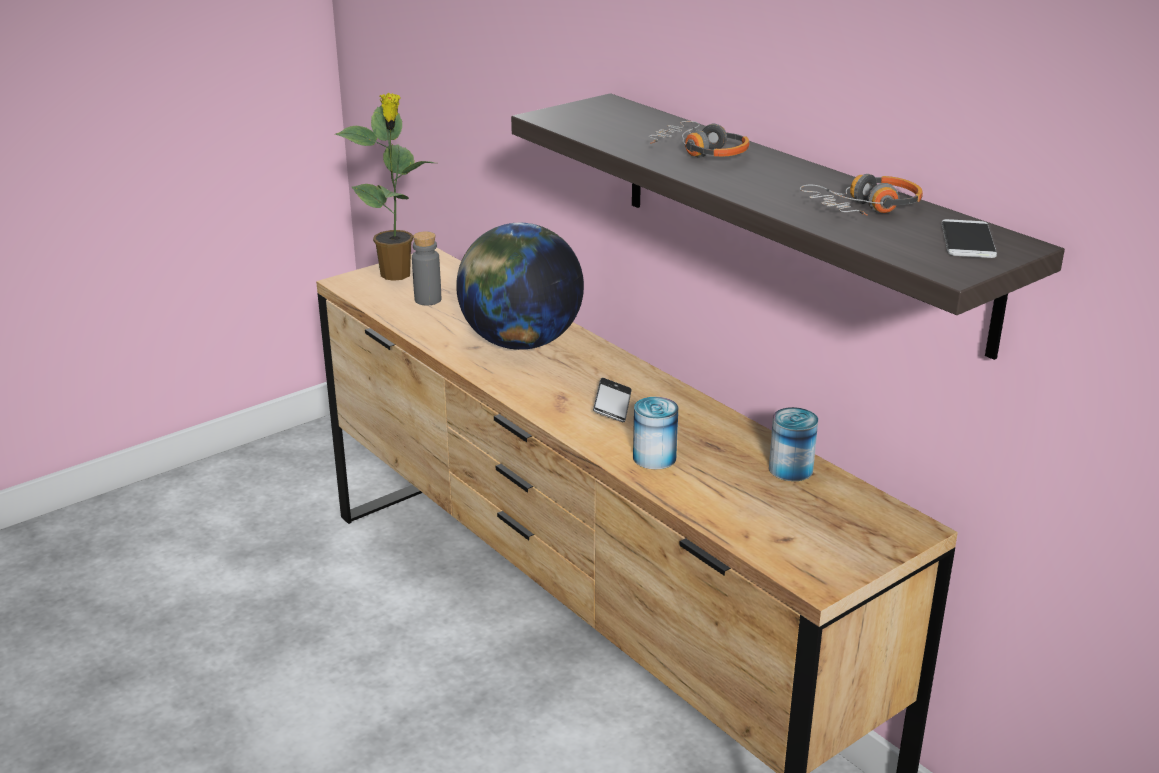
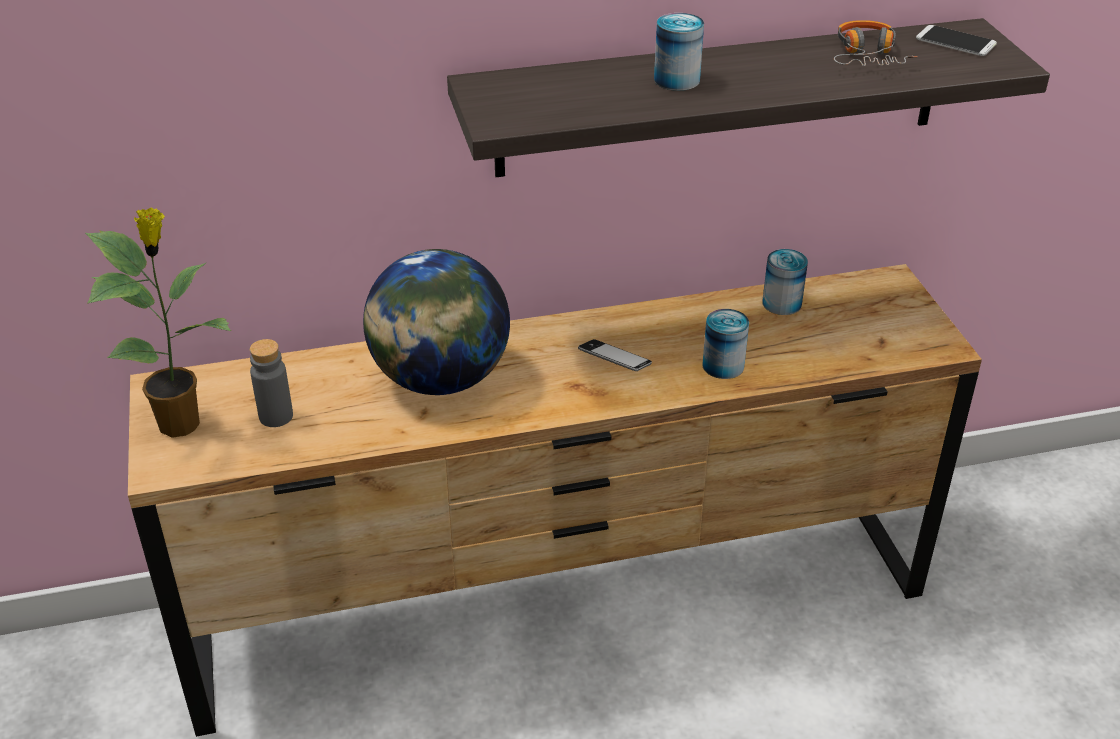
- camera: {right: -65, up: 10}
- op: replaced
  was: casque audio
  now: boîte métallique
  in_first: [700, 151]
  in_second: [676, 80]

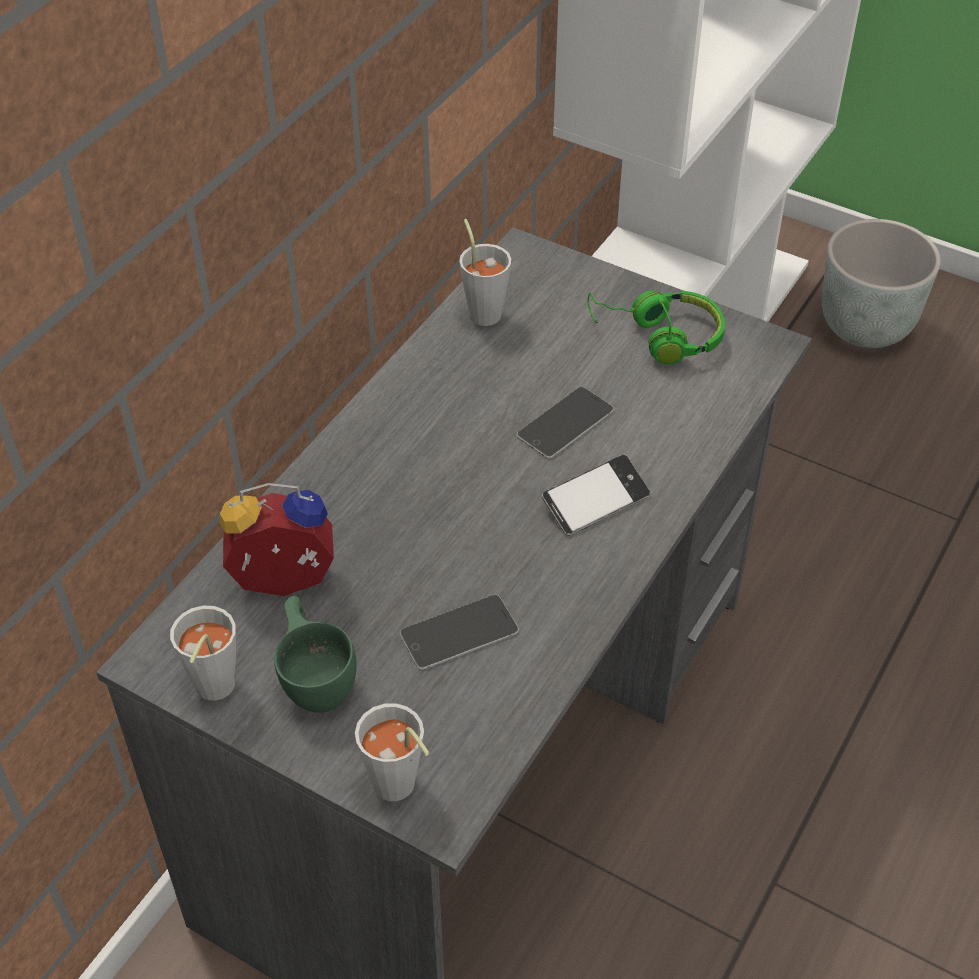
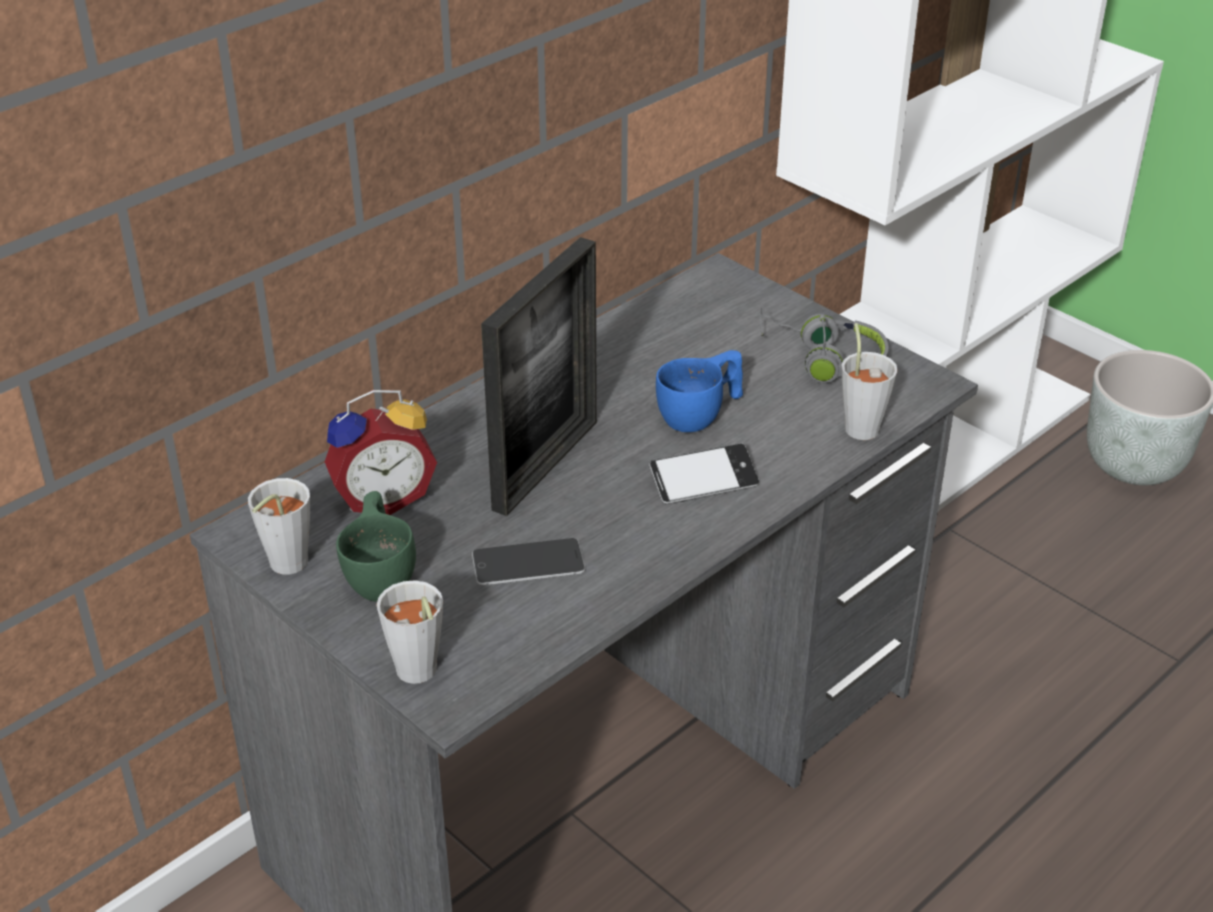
- camera: {right: 15, up: -10}
- op: turned
  was: réveil
  in_first: [283, 586]
  in_second: [383, 498]
  clockwise: 150
- op: added
  now: cadre photo
  in_second: [545, 465]
- op: replaced
  was: téléphone
  now: tasse/bleu
  in_first: [565, 423]
  in_second: [701, 414]
- op: recoloured
  was: casque audio/vert
  now: casque audio/gris
  in_first: [658, 336]
  in_second: [822, 359]
- op: moved
  was: tasse/gris
  in_first: [483, 310]
  in_second: [861, 424]

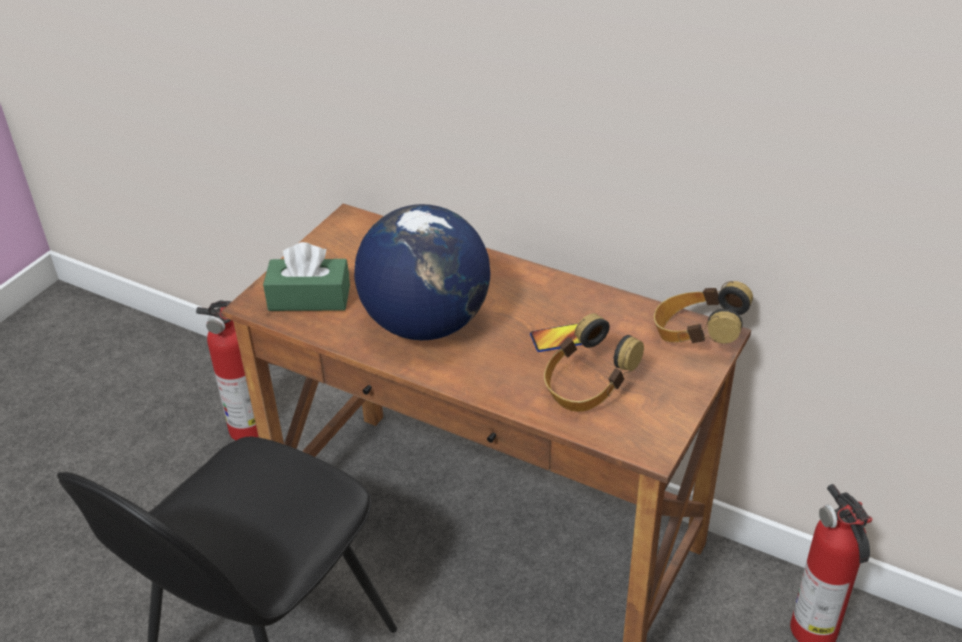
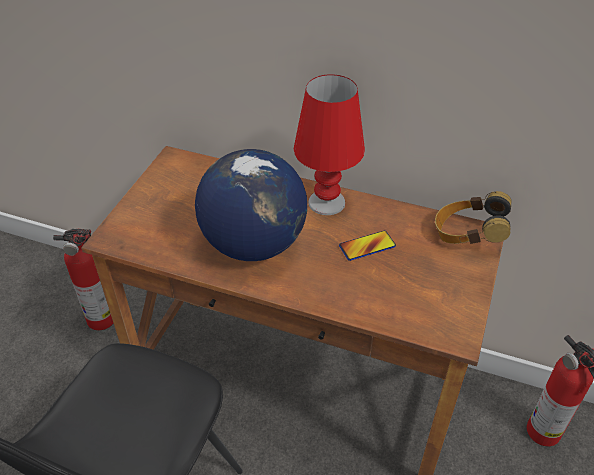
- camera: {right: -10, up: 5}
- op: added
  now: lampe de table/rouge
  in_second: [326, 202]
- op: removed
  was: boîte à mouchoirs/vert
  in_first: [309, 298]
- op: removed
  was: casque audio
  in_first: [587, 388]

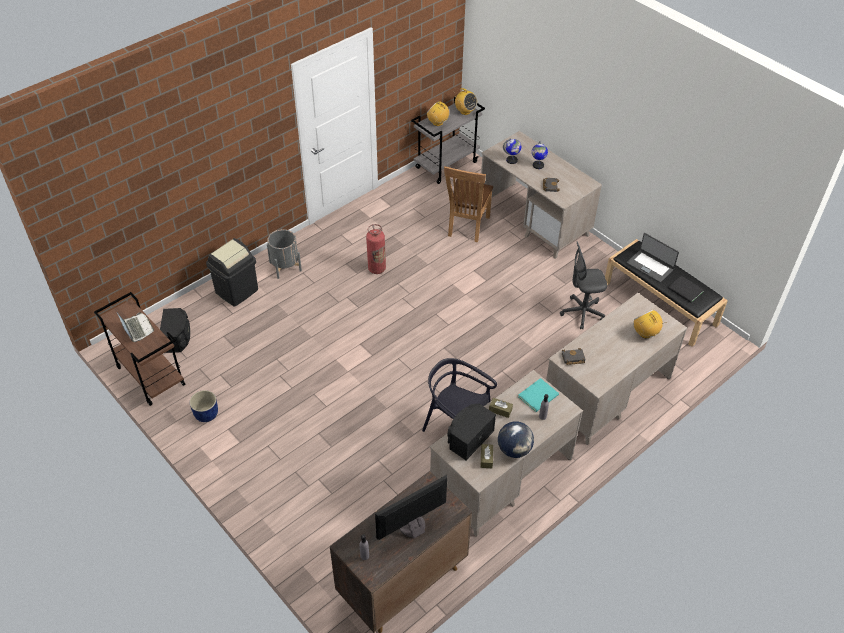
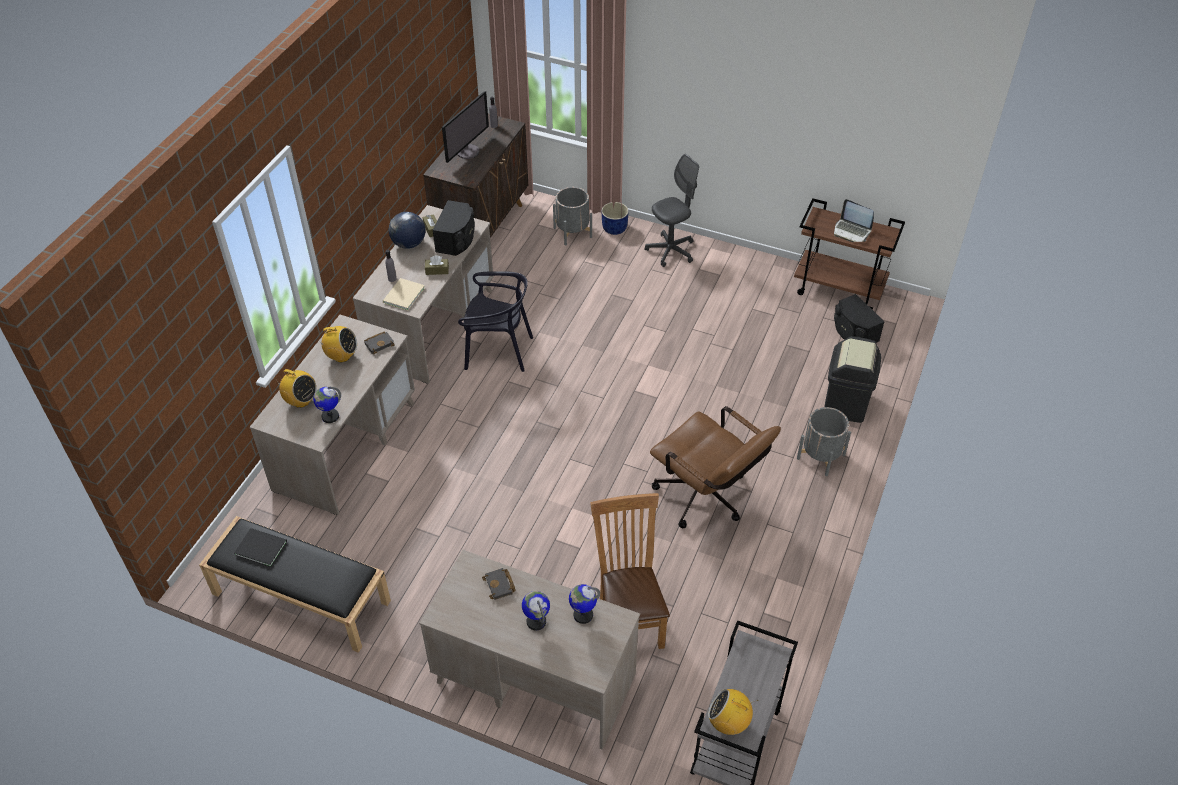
- camera: {right: 155, up: 0}
- op: added
  now: globe
  in_second: [330, 416]
- op: moved
  was: radio
  in_first: [438, 123]
  in_second: [341, 356]
- op: recoloured
  was: livre/turquoise
  now: livre/beige
  in_first: [539, 396]
  in_second: [402, 295]
- op: added
  now: cache-pot/gris
  in_second: [572, 232]
- op: moved
  was: cache-pot/bleu
  in_first: [206, 414]
  in_second: [615, 228]
- op: moved
  was: chaise de bureau/gris
  in_first: [582, 313]
  in_second: [670, 251]
- op: replaced
  was: extincteur
  now: chaise de bureau/marron
  in_first: [377, 269]
  in_second: [707, 499]
- op: removed
  was: ordinateur portable
  in_first: [650, 266]

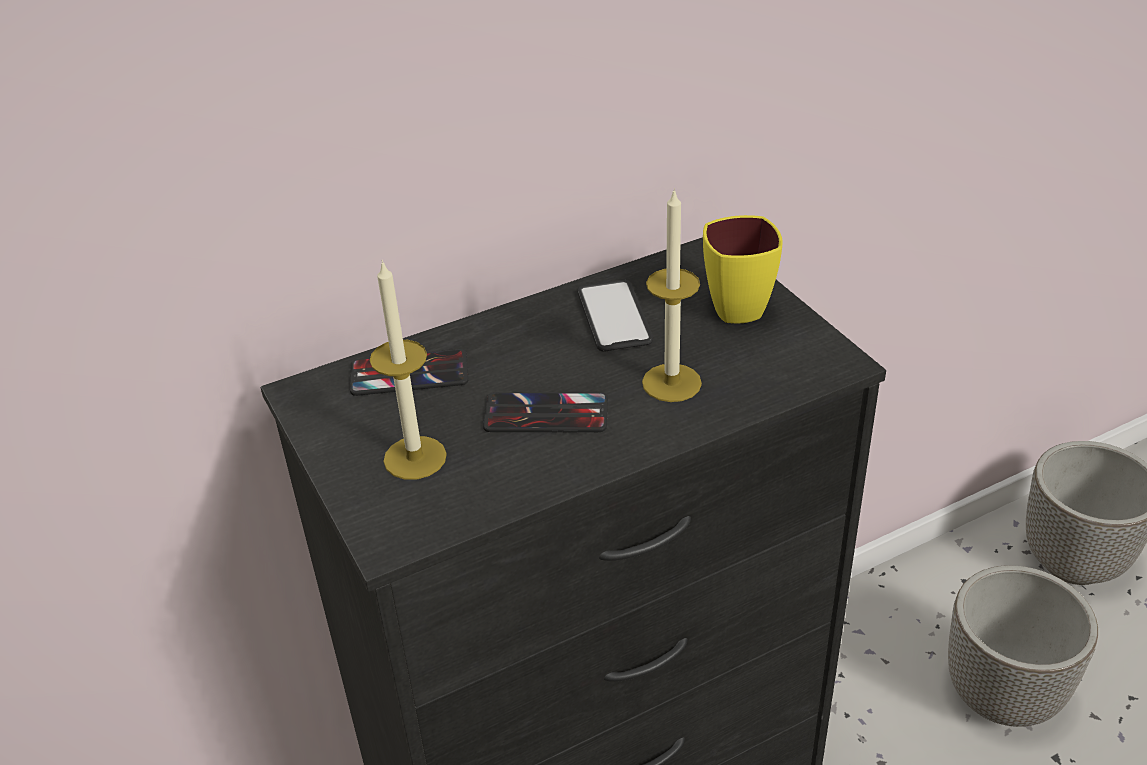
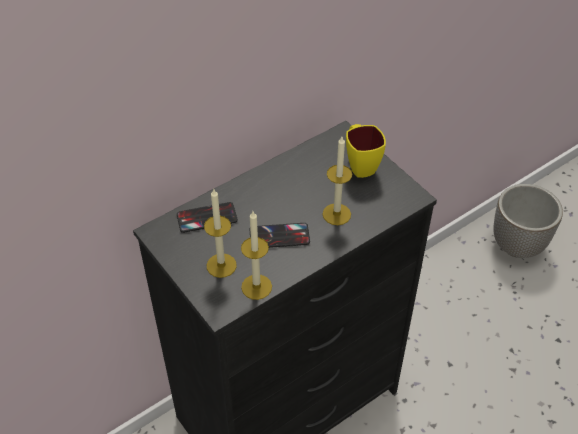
- camera: {right: -10, up: 10}
- op: added
  now: bougie
  in_second: [256, 287]
- op: removed
  was: téléphone
  in_first: [614, 317]
- op: removed
  was: cache-pot
  in_first: [1000, 697]

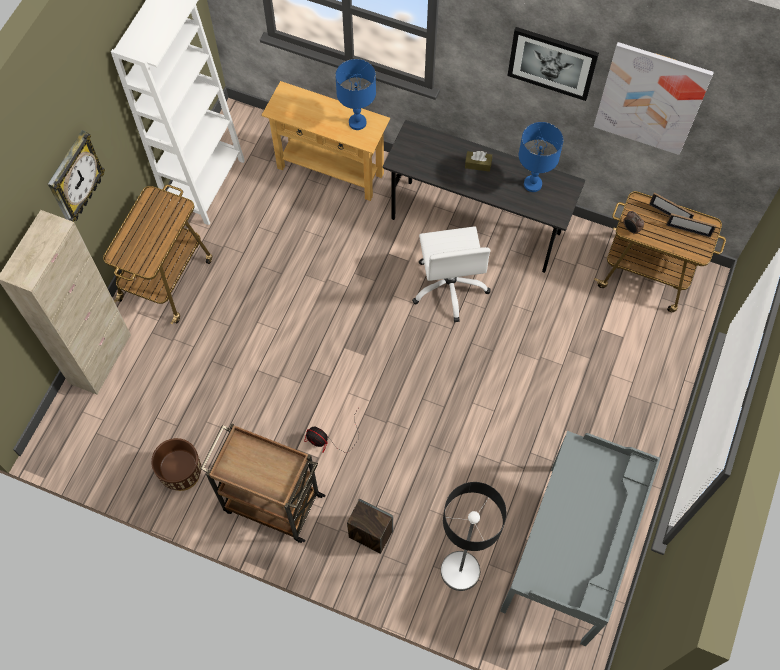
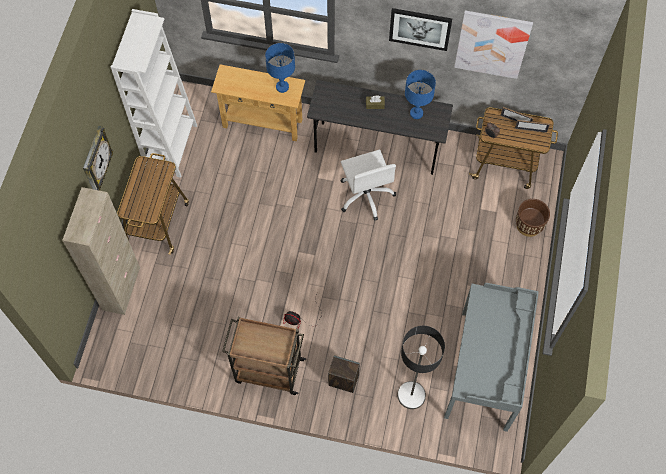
- camera: {right: -10, up: 0}
- op: moved
  was: cache-pot/marron
  in_first: [182, 473]
  in_second: [528, 225]

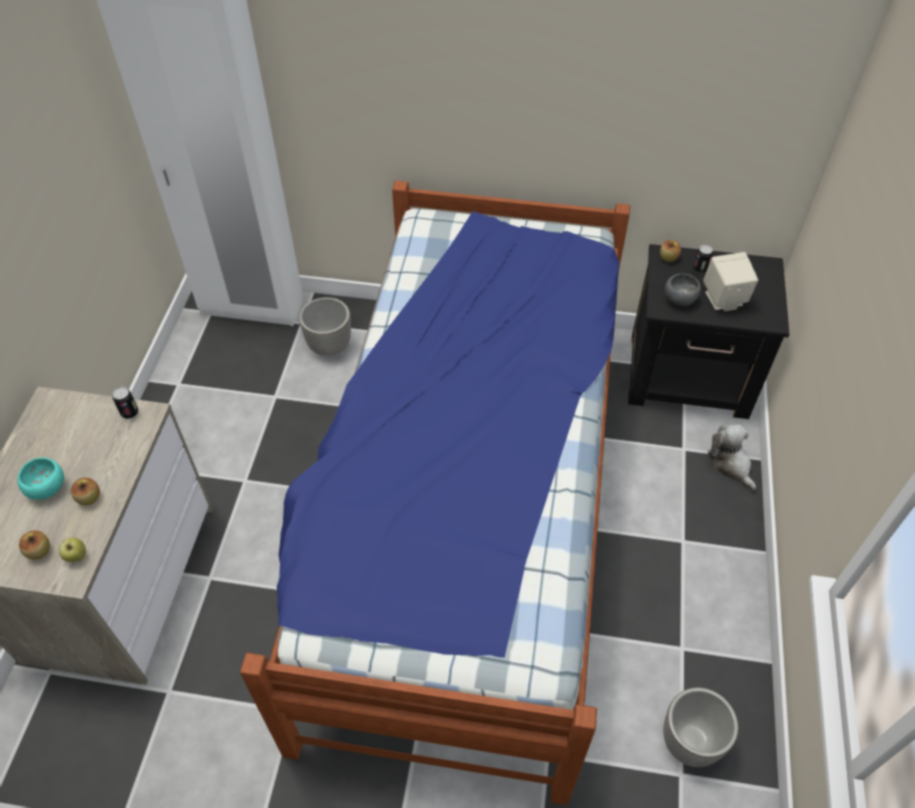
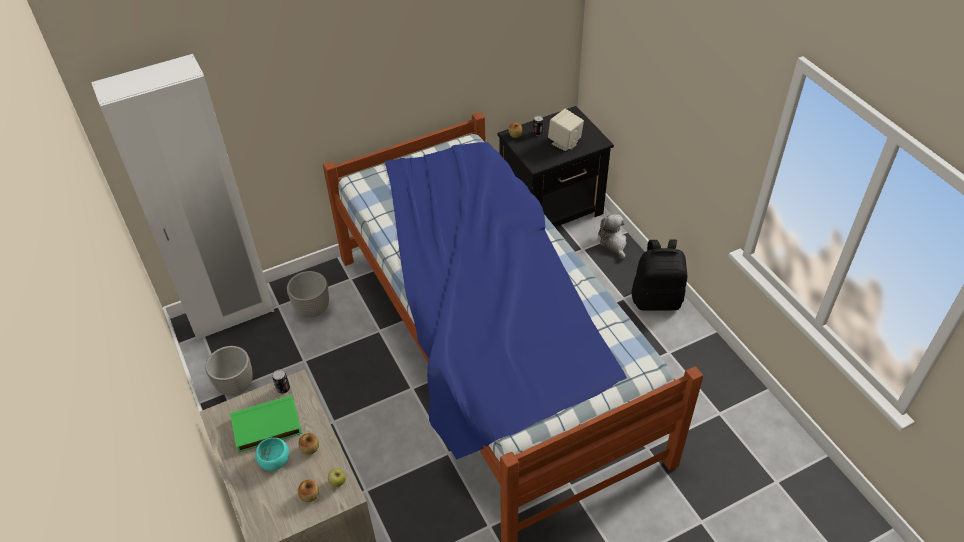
- camera: {right: -35, up: -5}
- op: moved
  was: cache-pot
  in_first: [689, 741]
  in_second: [235, 386]
- op: added
  now: livre/vert
  in_second: [266, 427]
- op: turned
  was: peluche
  in_first: [730, 464]
  in_second: [613, 243]
  clockwise: 45
- op: added
  now: sac à dos/noir
  in_second: [657, 299]
- op: removed
  was: bol/gris
  in_first: [680, 300]

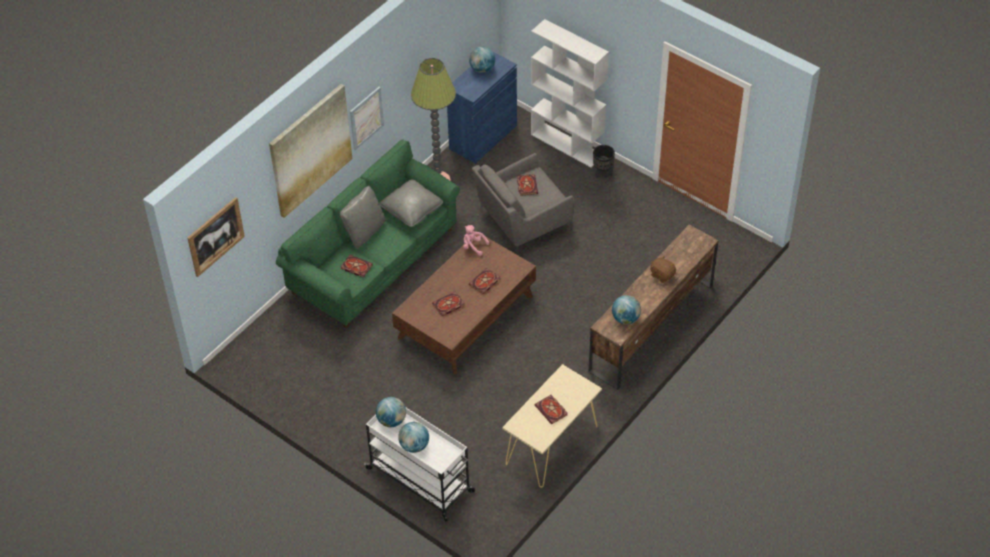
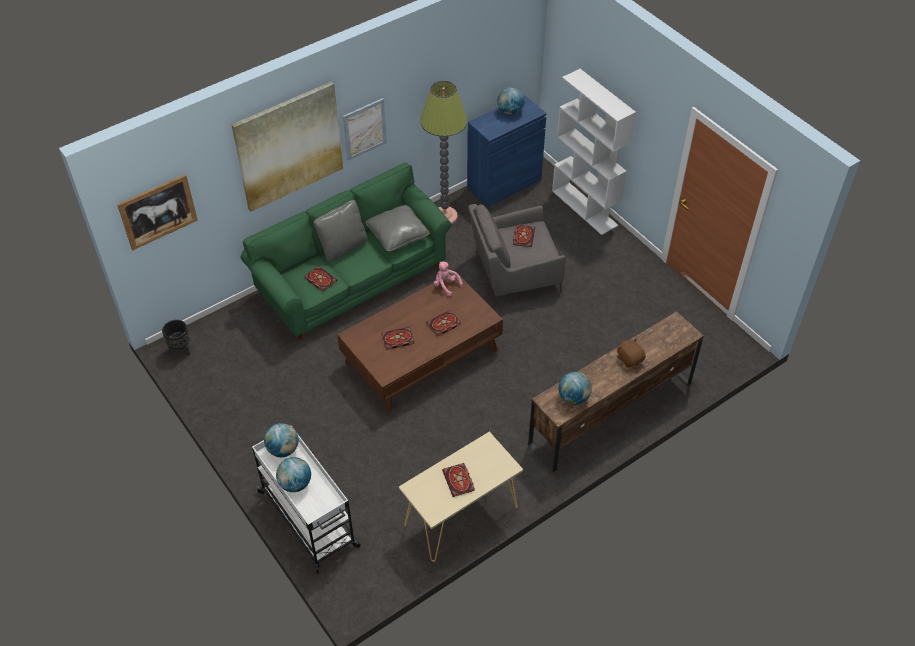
- camera: {right: 15, up: 0}
- op: moved
  was: cache-pot/noir
  in_first: [603, 173]
  in_second: [181, 351]

